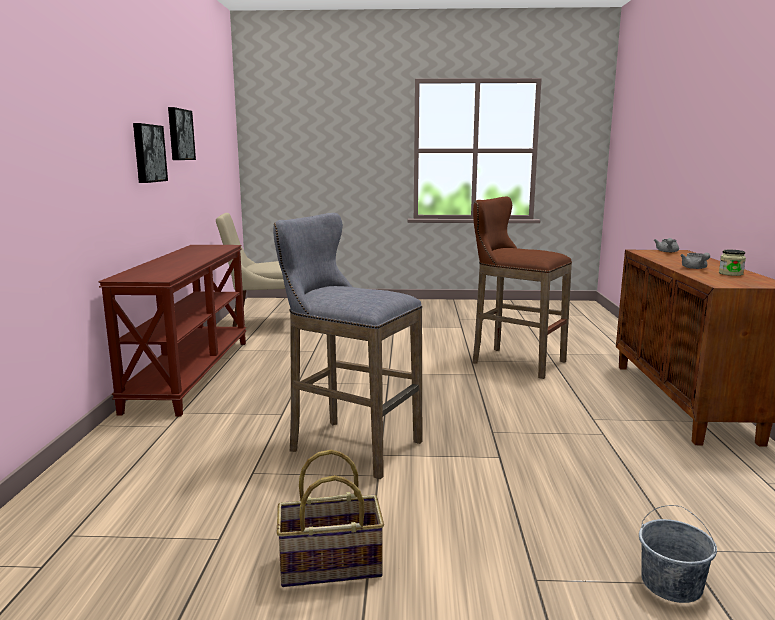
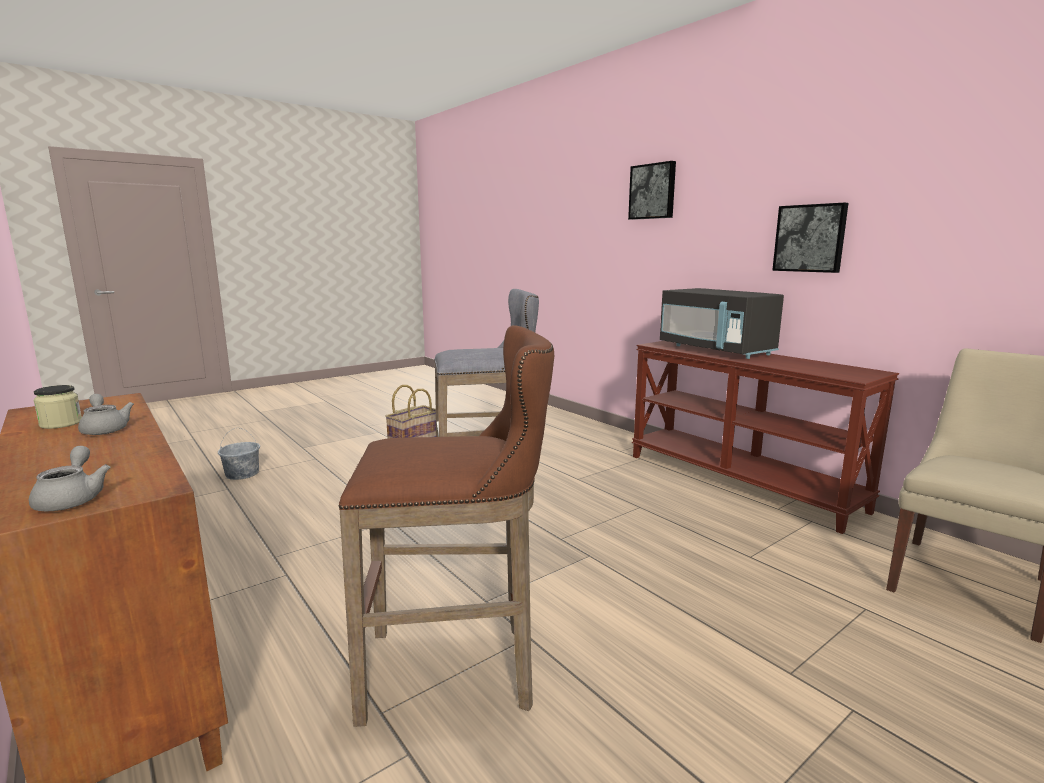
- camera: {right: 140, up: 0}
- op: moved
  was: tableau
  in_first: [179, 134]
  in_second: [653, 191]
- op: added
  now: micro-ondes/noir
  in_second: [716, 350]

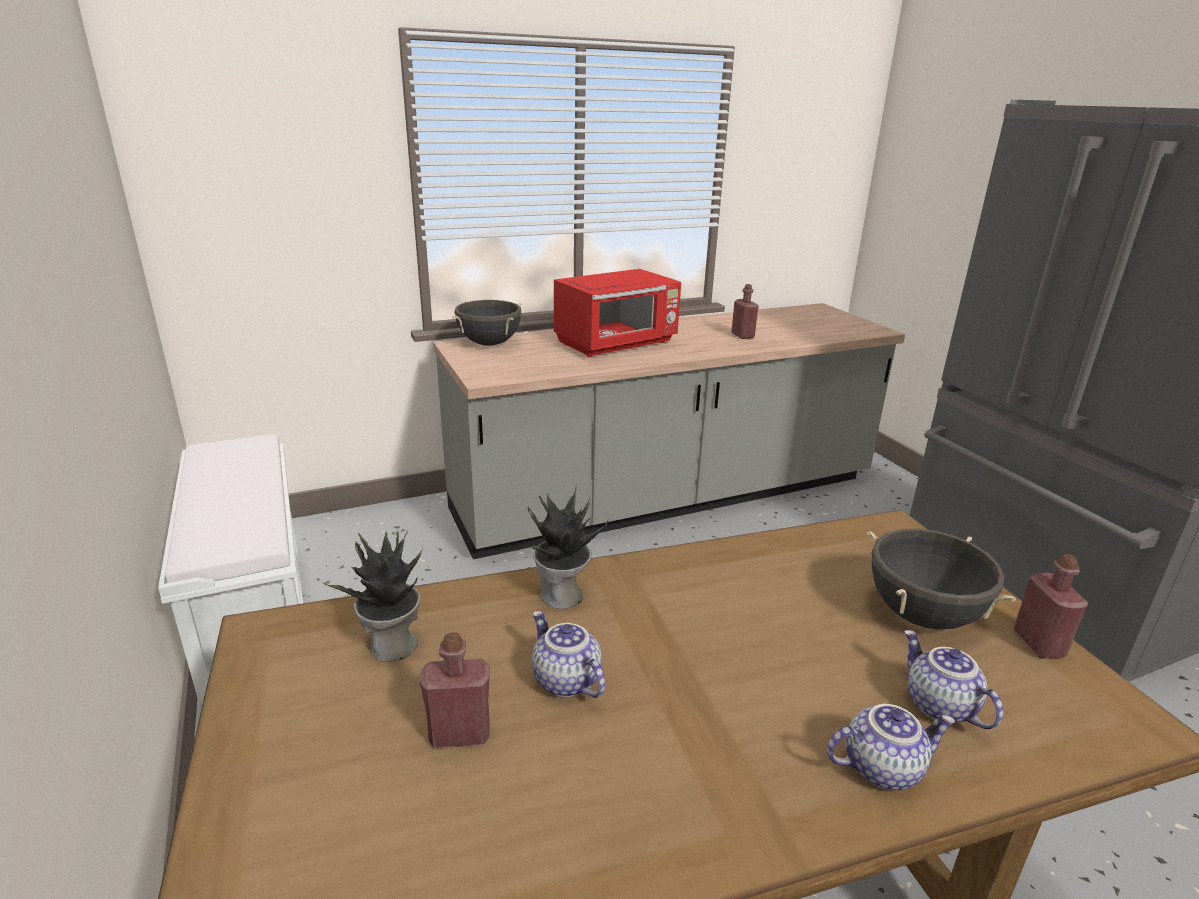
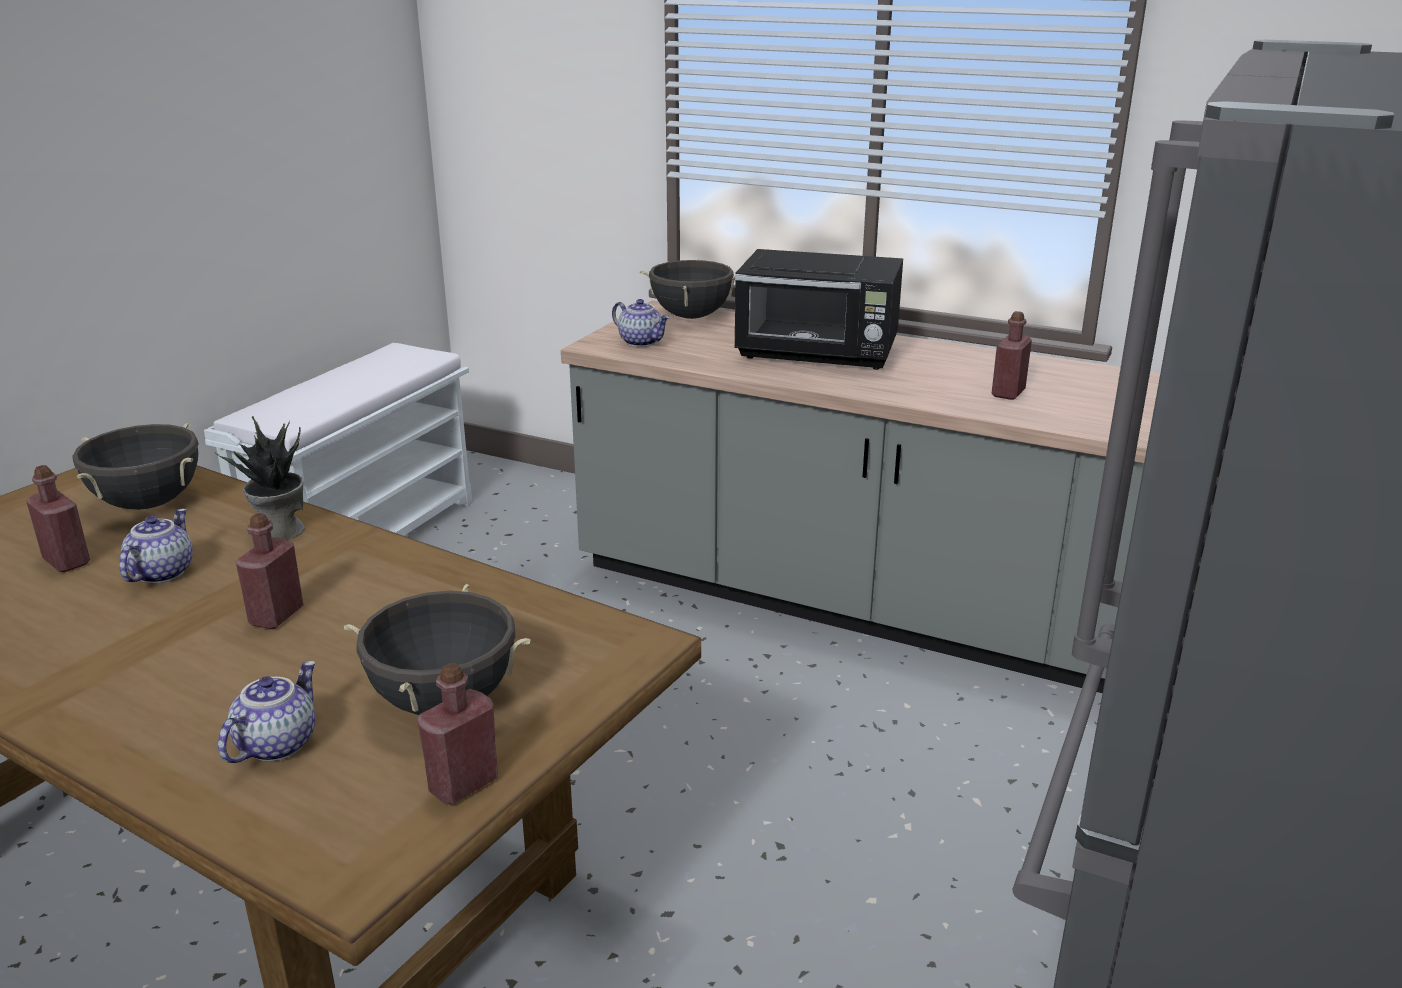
- camera: {right: 50, up: 0}
- op: replaced
  was: plante en pot
  now: marmite/noir
  in_first: [392, 647]
  in_second: [148, 503]
- op: added
  now: bouteille/rouge
  in_second: [276, 616]
- op: moved
  was: théière
  in_first: [881, 766]
  in_second: [642, 342]
- op: recoloured
  was: micro-ondes/rouge
  now: micro-ondes/noir
  in_first: [617, 343]
  in_second: [818, 354]

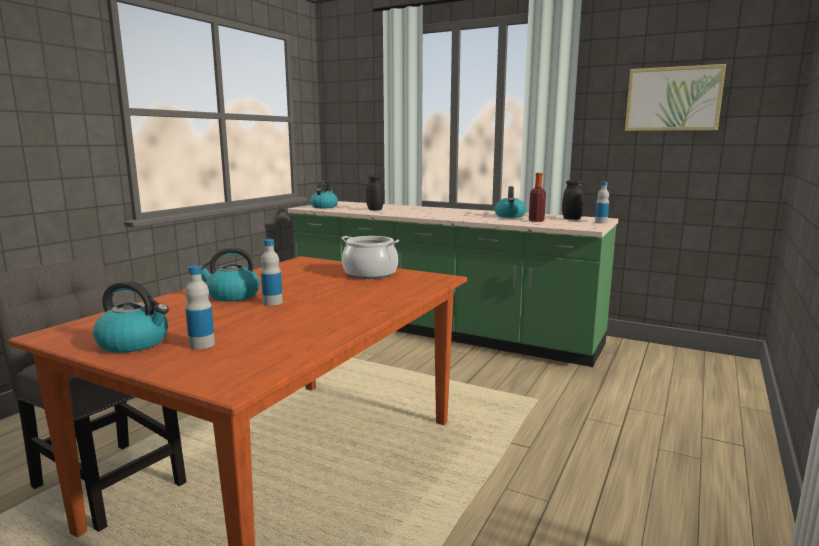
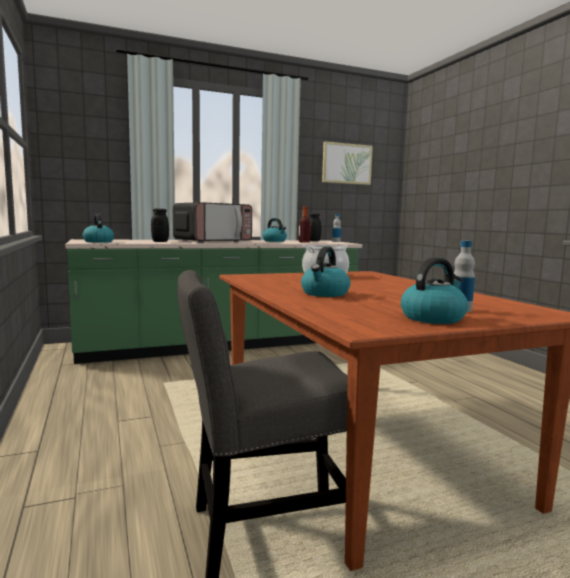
- camera: {right: -50, up: -5}
- op: added
  now: micro-ondes
  in_second: [213, 241]
- op: removed
  was: bouteille
  in_first: [272, 302]

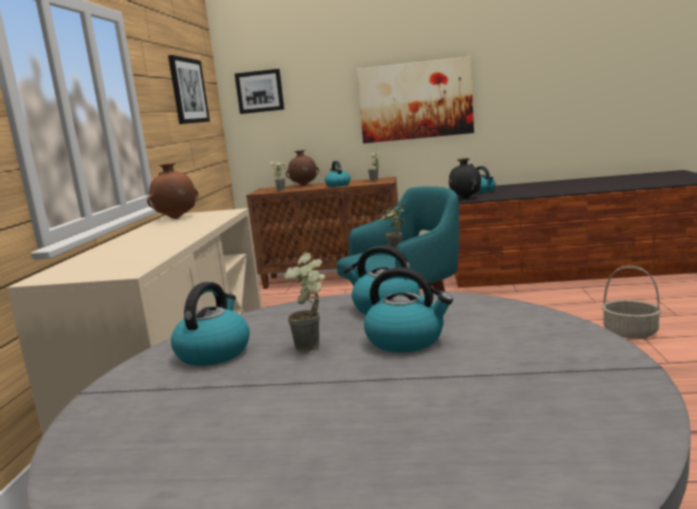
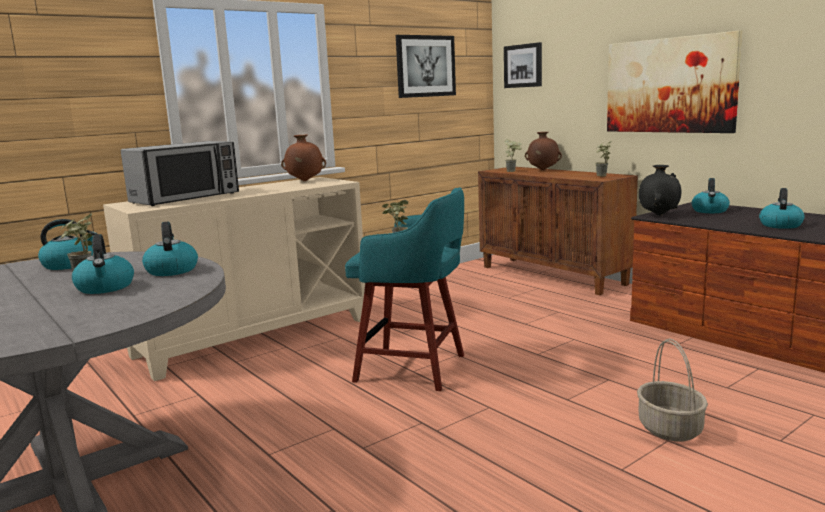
- camera: {right: 45, up: 0}
- op: added
  now: micro-ondes
  in_second: [186, 198]
- op: moved
  was: bouilloire
  in_first: [337, 185]
  in_second: [780, 225]

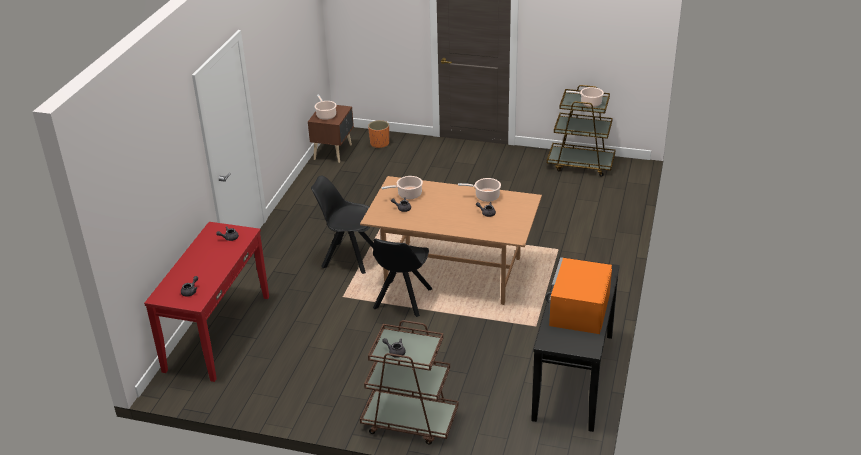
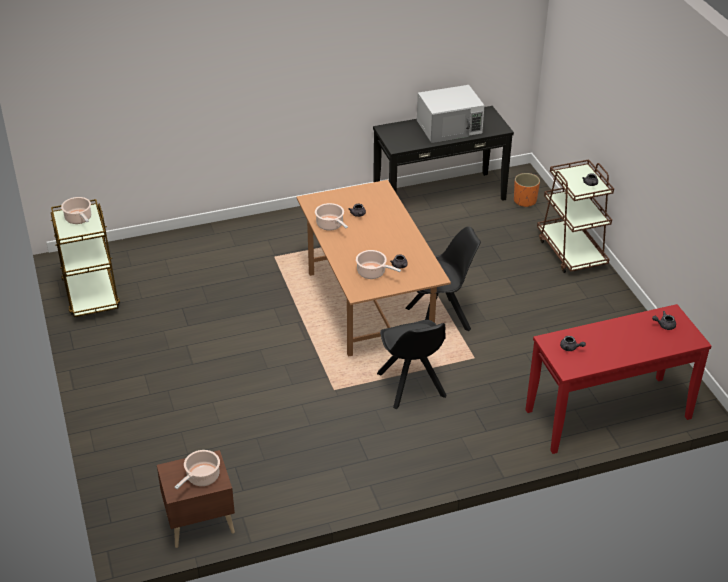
- camera: {right: -125, up: 5}
- op: recoloured
  was: micro-ondes/orange
  now: micro-ondes/blanc
  in_first: [578, 310]
  in_second: [449, 127]
- op: moved
  was: cache-pot/orange
  in_first: [379, 143]
  in_second: [525, 201]

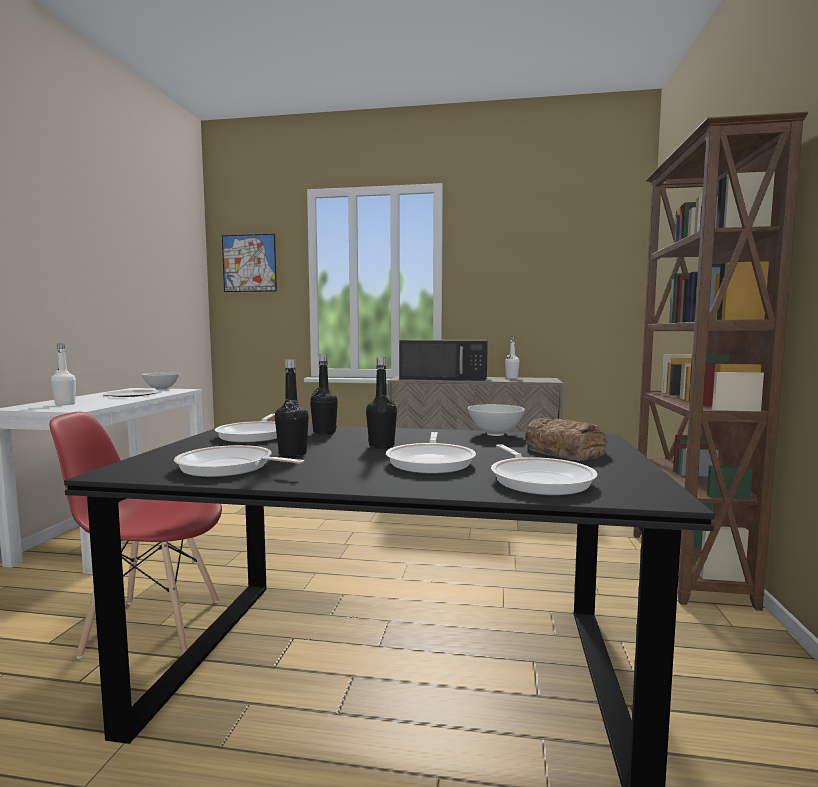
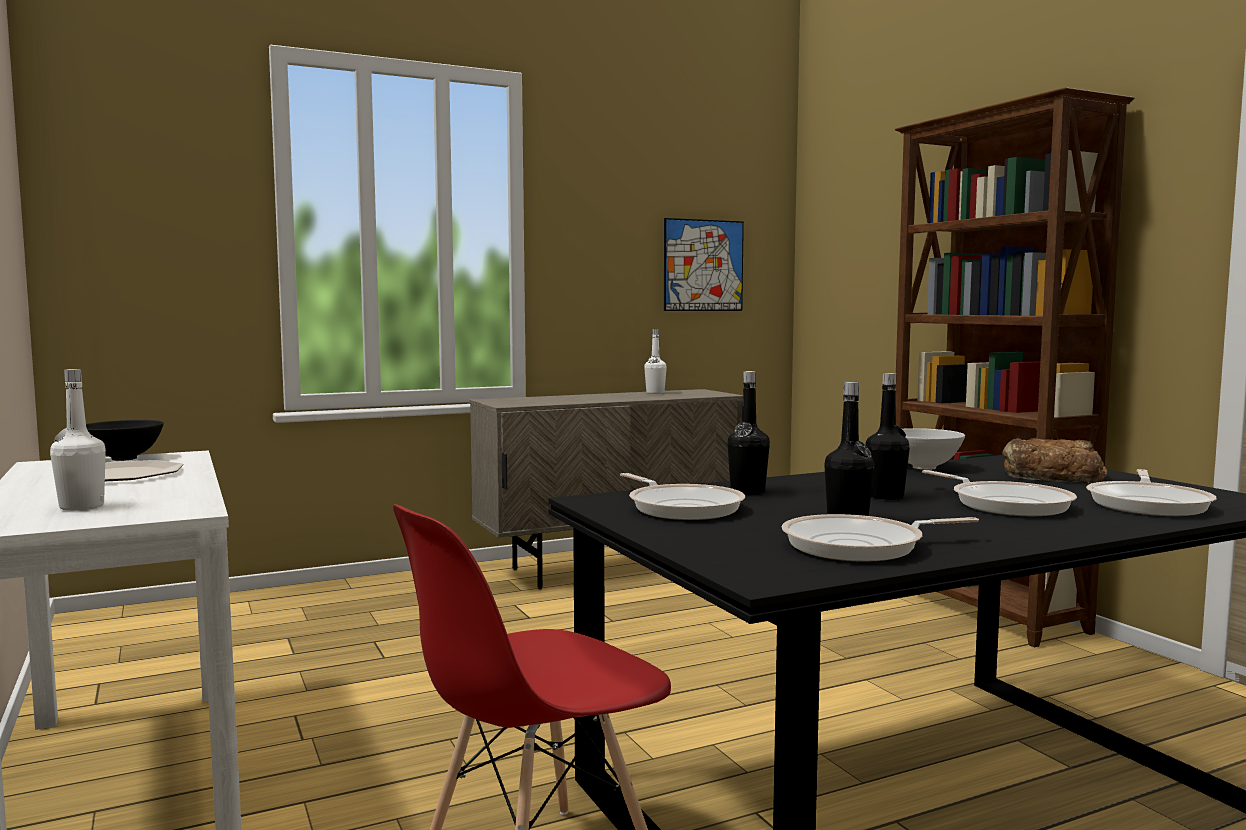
- camera: {right: -35, up: 0}
- op: recoloured
  was: bol/blanc
  now: bol/noir
  in_first: [161, 389]
  in_second: [123, 459]
- op: moved
  was: tableau
  in_first: [249, 263]
  in_second: [703, 265]
- op: turned
  was: poêle
  in_first: [539, 480]
  in_second: [1149, 504]
  clockwise: 75
- op: removed
  was: micro-ondes/noir
  in_first: [445, 378]

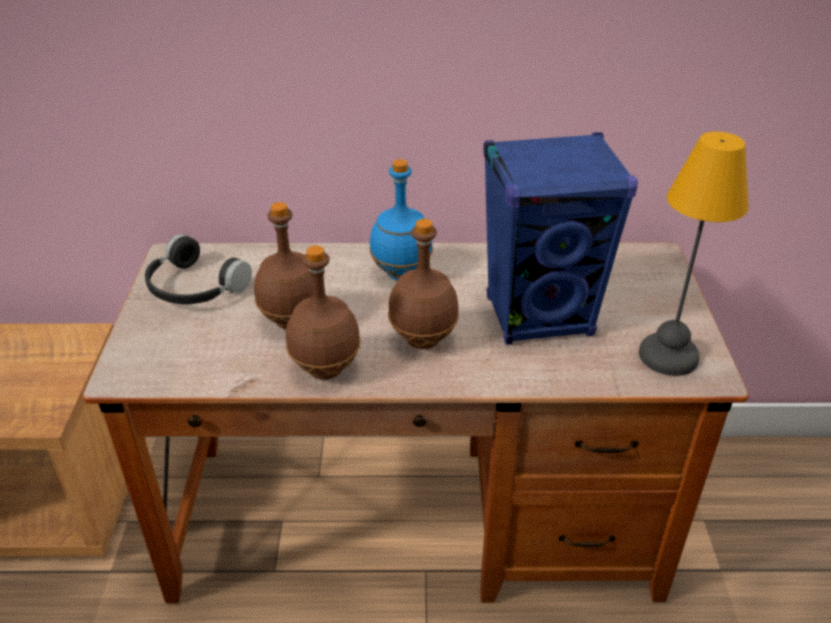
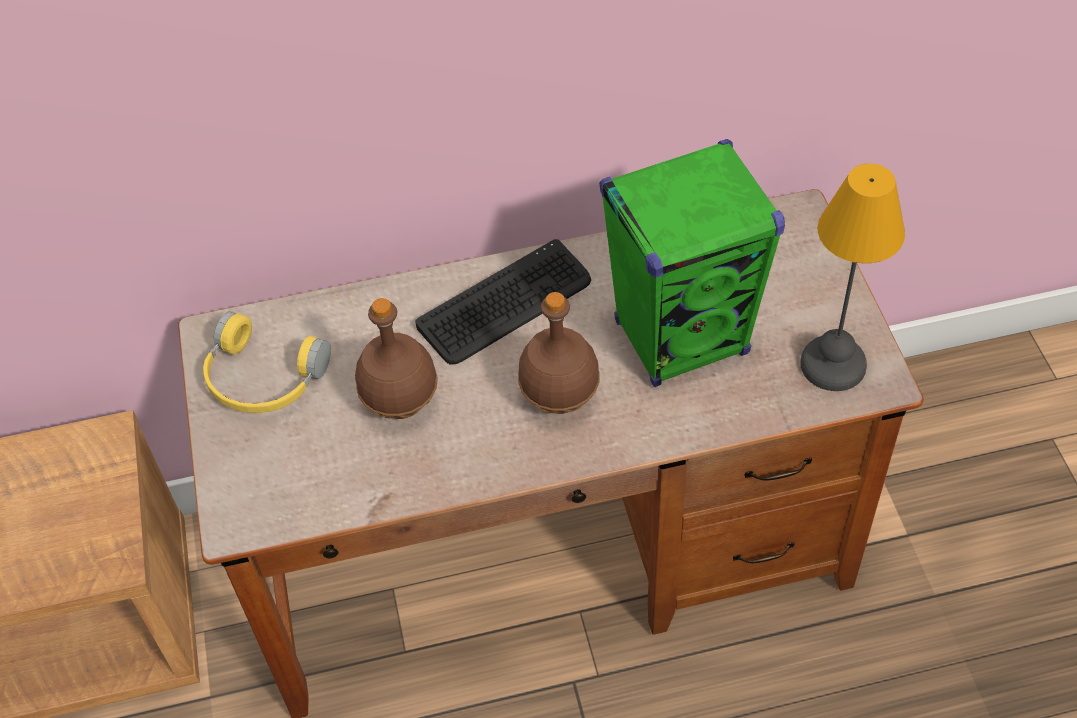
- camera: {right: -10, up: 15}
- op: recoloured
  was: casque audio/noir
  now: casque audio/jaune
  in_first: [193, 288]
  in_second: [262, 379]
- op: replaced
  was: bouteille/bleu
  now: clavier
  in_first: [402, 273]
  in_second: [505, 304]
- op: recoloured
  was: enceinte/bleu
  now: enceinte/vert
  in_first: [539, 316]
  in_second: [682, 338]
- op: removed
  was: bouteille/marron
  in_first: [326, 370]

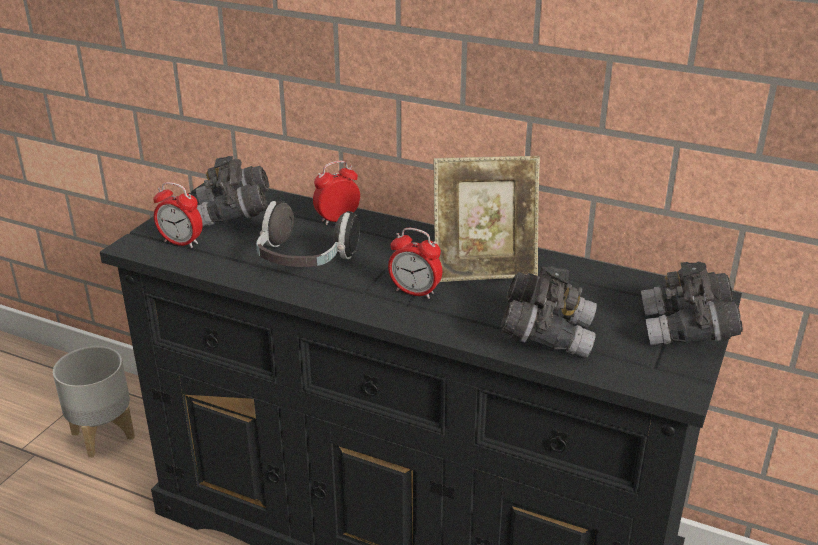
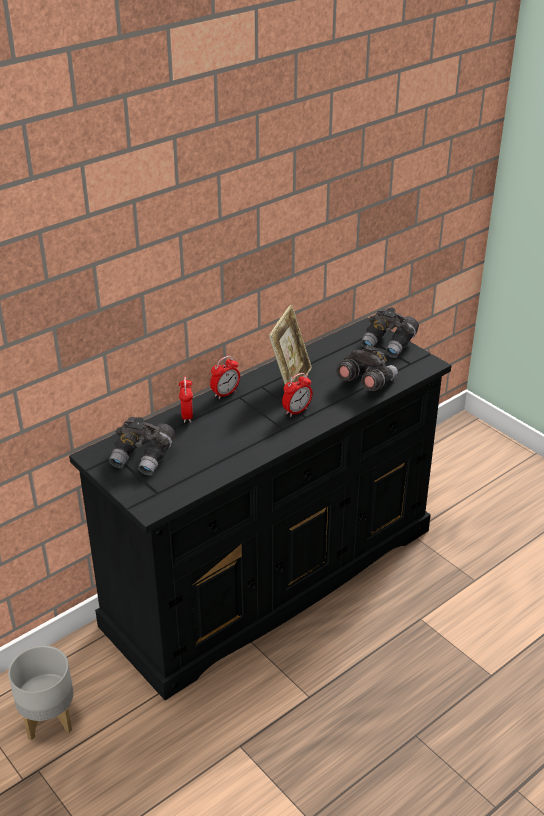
- camera: {right: -65, up: 5}
- op: moved
  was: réveil
  in_first: [181, 242]
  in_second: [225, 393]
- op: removed
  was: casque audio
  in_first: [304, 261]

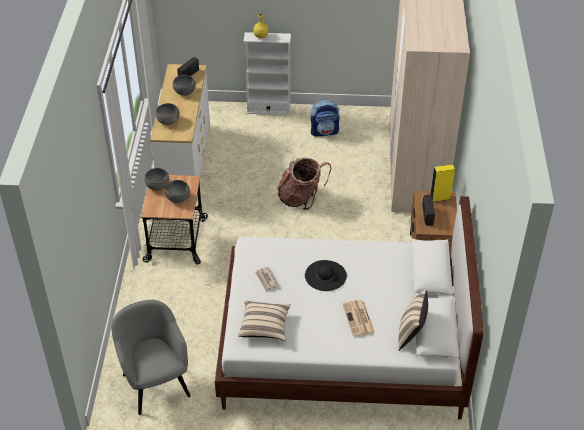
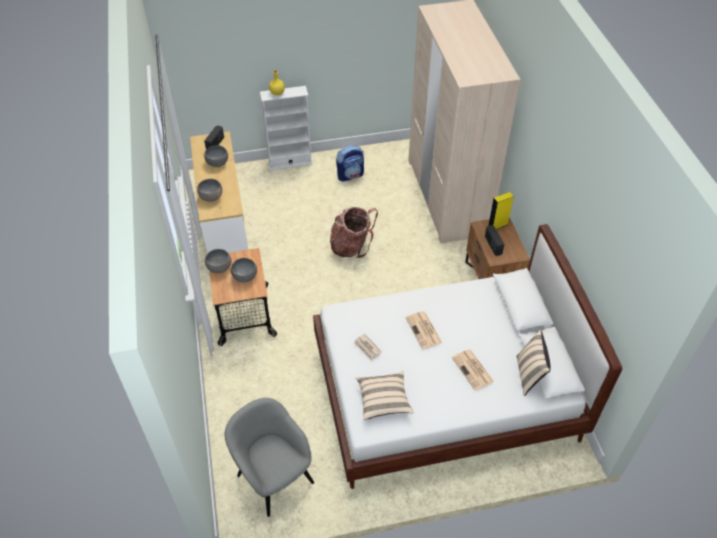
- camera: {right: -15, up: 5}
- op: replaced
  was: chapeau/noir
  now: journal
  in_first: [325, 275]
  in_second: [424, 330]

